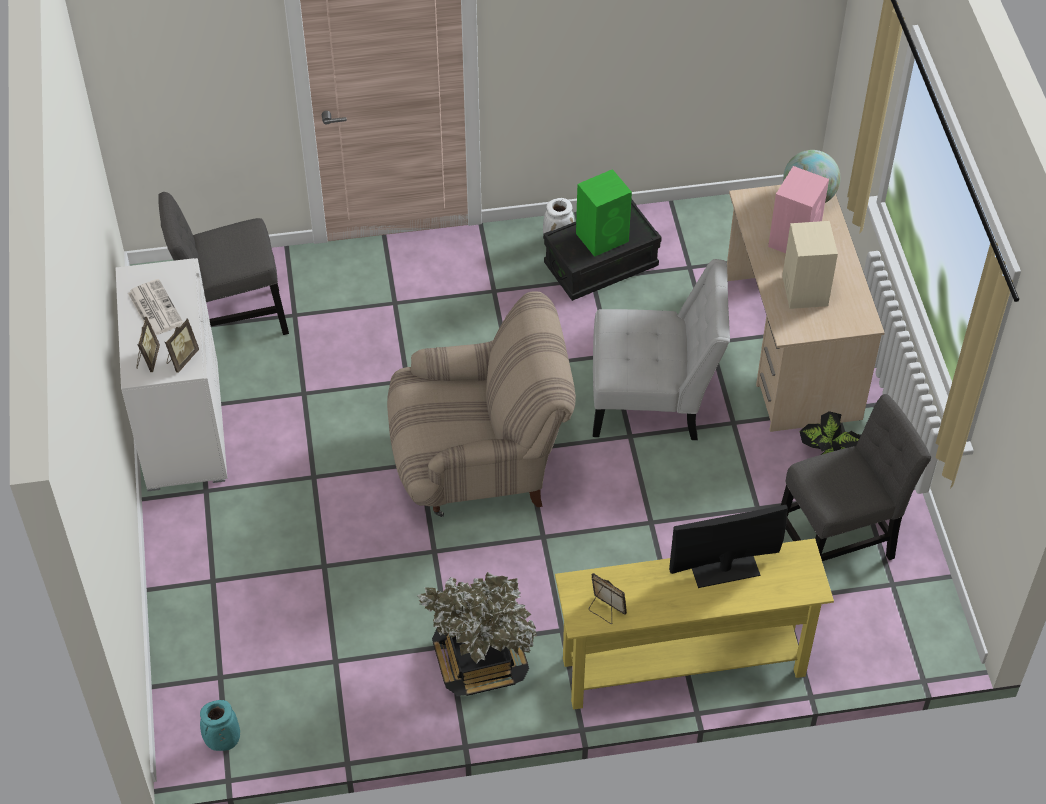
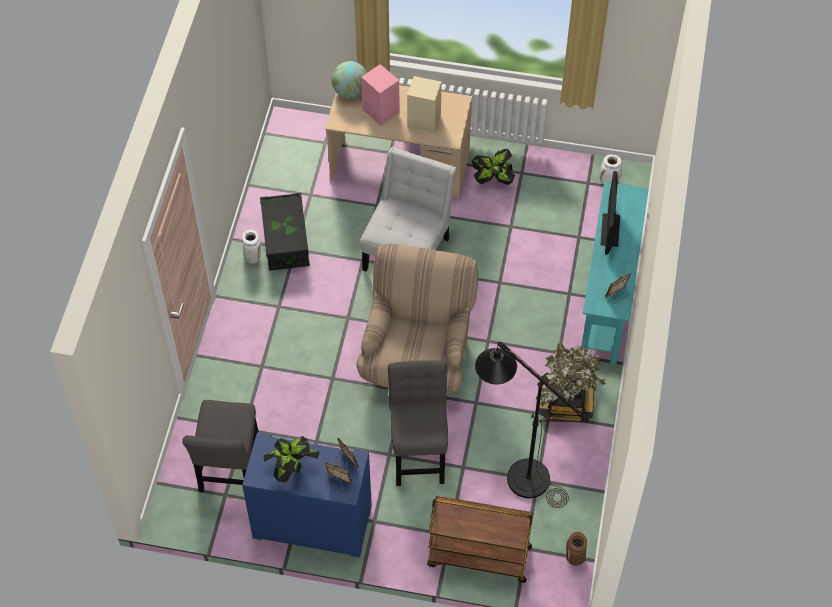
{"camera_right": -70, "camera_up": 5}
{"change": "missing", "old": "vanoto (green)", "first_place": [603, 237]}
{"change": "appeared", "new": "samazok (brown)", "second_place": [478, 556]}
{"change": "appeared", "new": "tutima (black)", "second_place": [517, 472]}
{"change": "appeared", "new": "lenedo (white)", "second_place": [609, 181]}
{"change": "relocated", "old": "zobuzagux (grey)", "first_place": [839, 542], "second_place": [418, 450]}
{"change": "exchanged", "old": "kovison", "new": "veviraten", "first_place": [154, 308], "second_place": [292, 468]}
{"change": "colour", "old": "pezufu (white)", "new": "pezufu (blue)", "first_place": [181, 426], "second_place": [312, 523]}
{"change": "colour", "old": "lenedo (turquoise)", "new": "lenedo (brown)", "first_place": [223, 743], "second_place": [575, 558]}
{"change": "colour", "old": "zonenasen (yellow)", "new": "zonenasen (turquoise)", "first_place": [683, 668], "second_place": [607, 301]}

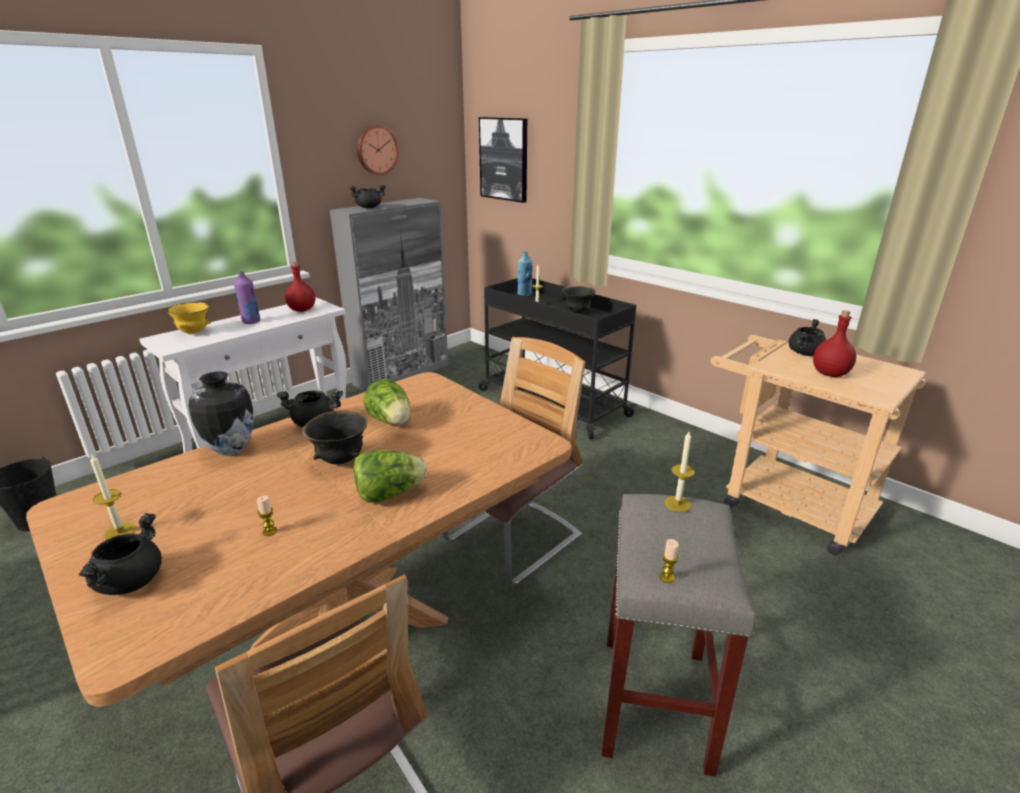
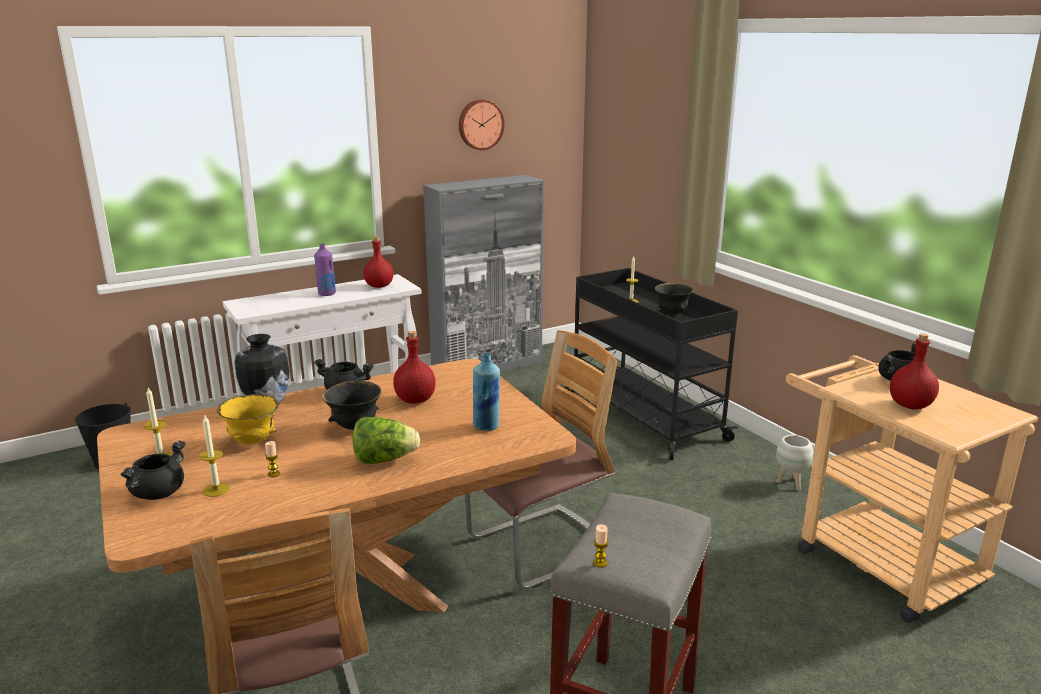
{"camera_right": 15, "camera_up": -5}
{"change": "missing", "old": "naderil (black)", "first_place": [369, 207]}
{"change": "missing", "old": "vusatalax", "first_place": [504, 159]}
{"change": "appeared", "new": "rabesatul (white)", "second_place": [790, 483]}
{"change": "relocated", "old": "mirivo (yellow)", "first_place": [194, 333], "second_place": [252, 442]}
{"change": "relocated", "old": "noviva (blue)", "first_place": [524, 294], "second_place": [486, 426]}
{"change": "relocated", "old": "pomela", "first_place": [677, 504], "second_place": [216, 489]}
{"change": "exchanged", "old": "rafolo", "new": "noviva (red)", "first_place": [391, 421], "second_place": [415, 400]}

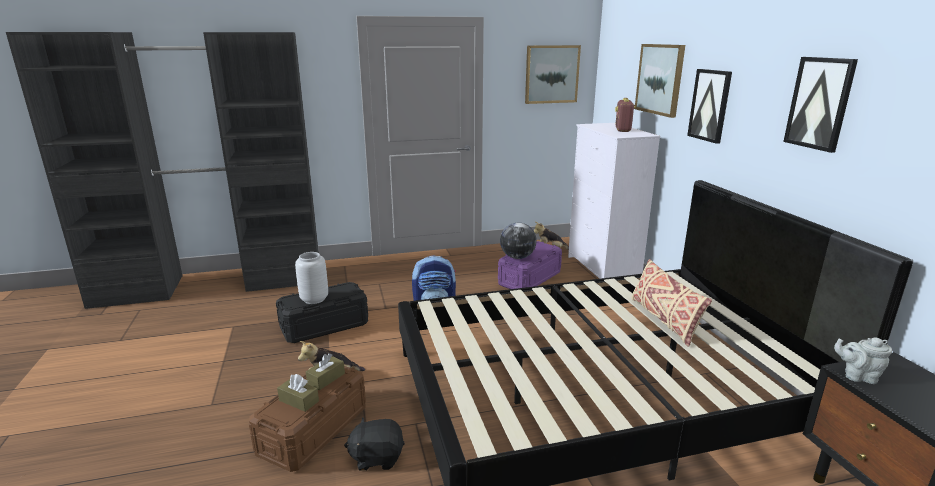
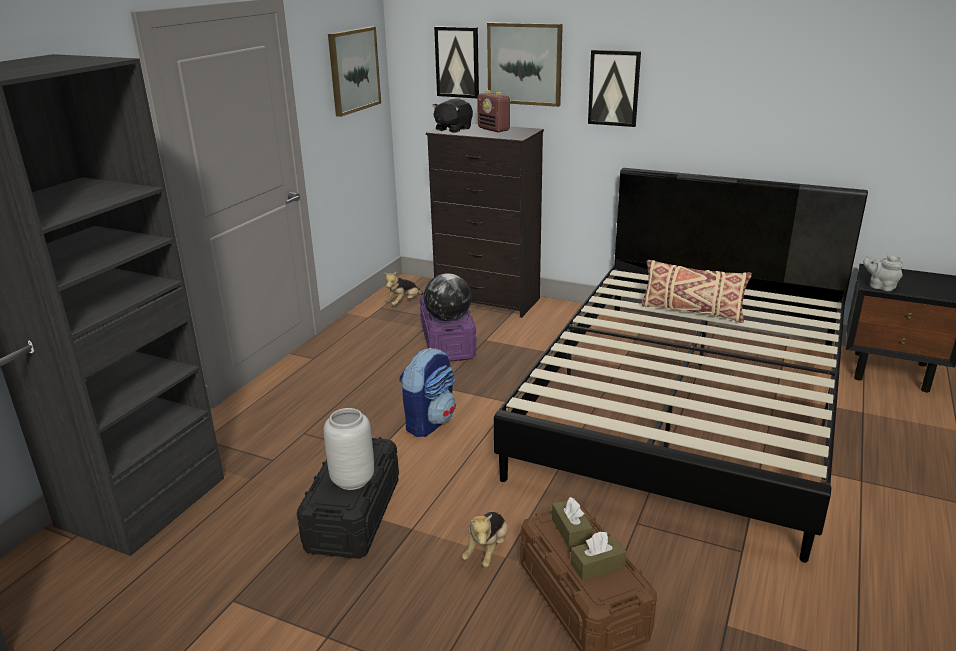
{"camera_right": -50, "camera_up": 5}
{"change": "relocated", "old": "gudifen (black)", "first_place": [377, 457], "second_place": [453, 129]}
{"change": "relocated", "old": "vusatalax", "first_place": [820, 103], "second_place": [457, 62]}
{"change": "colour", "old": "pezufu (white)", "new": "pezufu (black)", "first_place": [602, 269], "second_place": [488, 301]}
{"change": "spun", "old": "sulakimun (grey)", "first_place": [857, 376], "second_place": [880, 286], "degrees": 75}

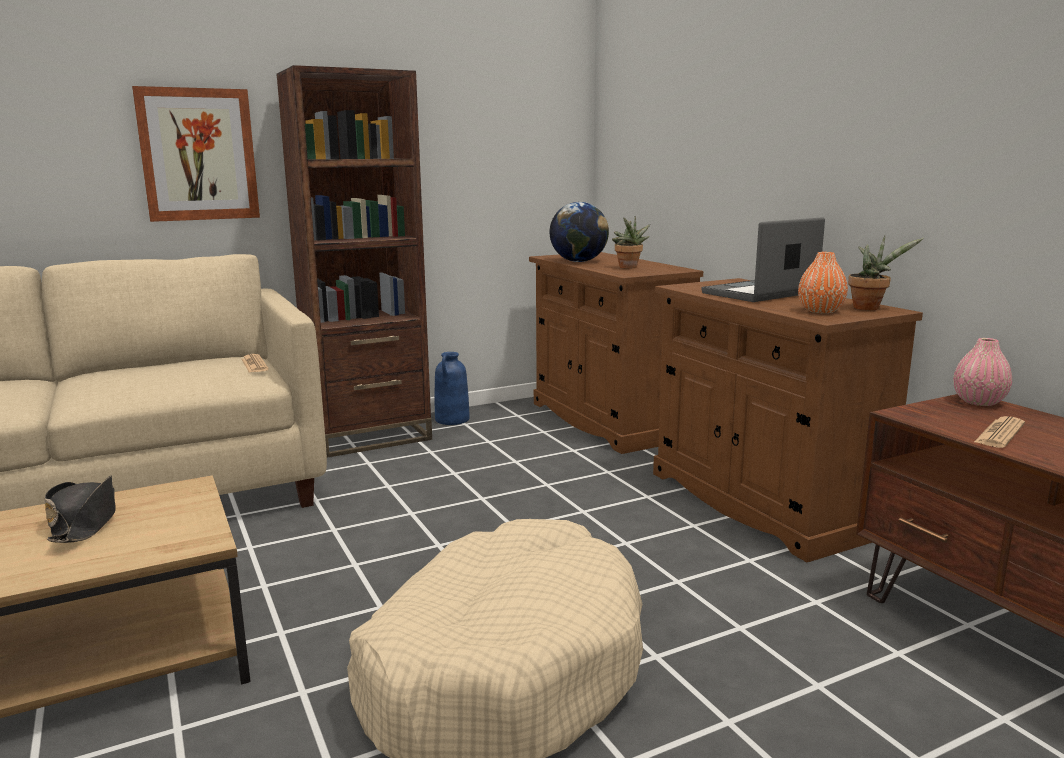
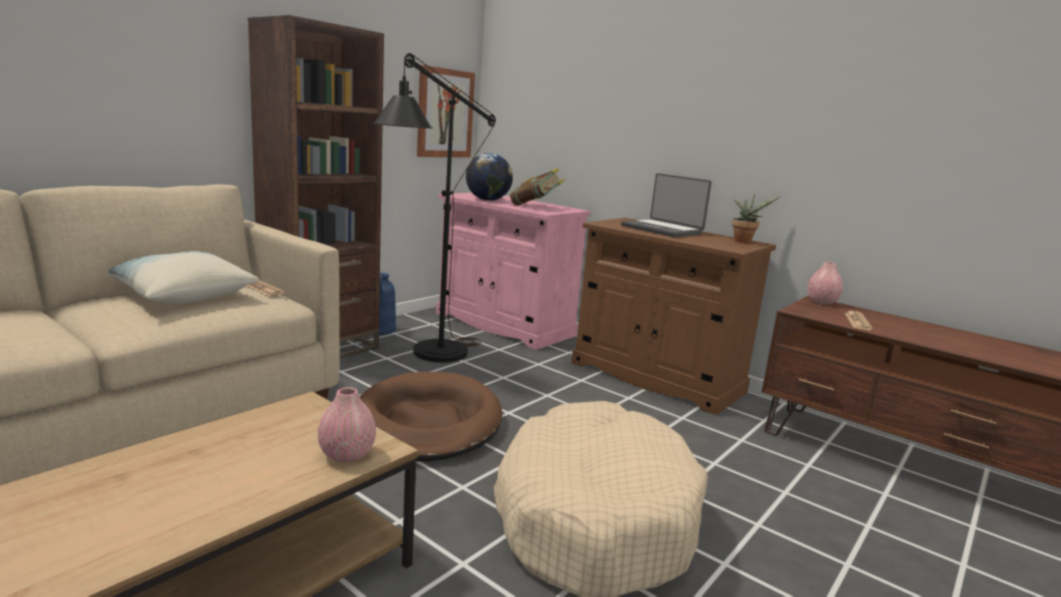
{"camera_right": -25, "camera_up": 0}
{"change": "missing", "old": "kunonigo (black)", "first_place": [85, 522]}
{"change": "missing", "old": "lenedo (orange)", "first_place": [820, 311]}
{"change": "appeared", "new": "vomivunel", "second_place": [182, 295]}
{"change": "appeared", "new": "lenedo (pink)", "second_place": [347, 455]}
{"change": "appeared", "new": "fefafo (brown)", "second_place": [427, 422]}
{"change": "appeared", "new": "tutima (black)", "second_place": [429, 356]}
{"change": "relocated", "old": "vusatalax", "first_place": [198, 155], "second_place": [444, 113]}
{"change": "exchanged", "old": "veviraten", "new": "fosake", "first_place": [629, 267], "second_place": [535, 207]}
{"change": "colour", "old": "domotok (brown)", "new": "domotok (pink)", "first_place": [607, 420], "second_place": [504, 324]}
{"change": "spun", "old": "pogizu", "first_place": [761, 293], "second_place": [662, 230], "degrees": -75}

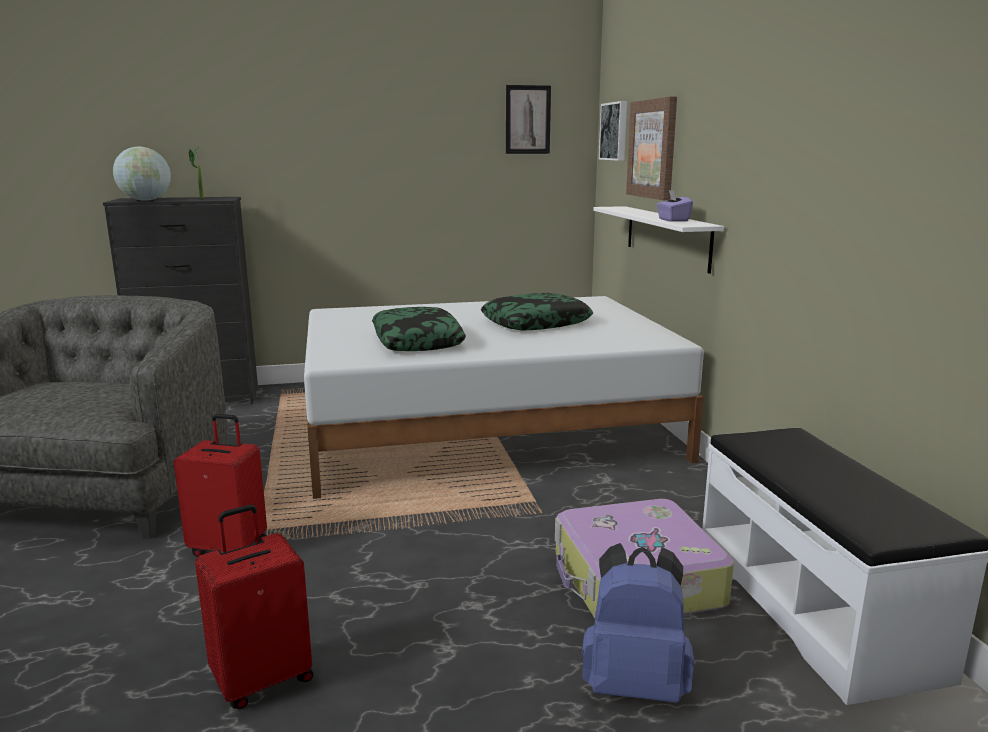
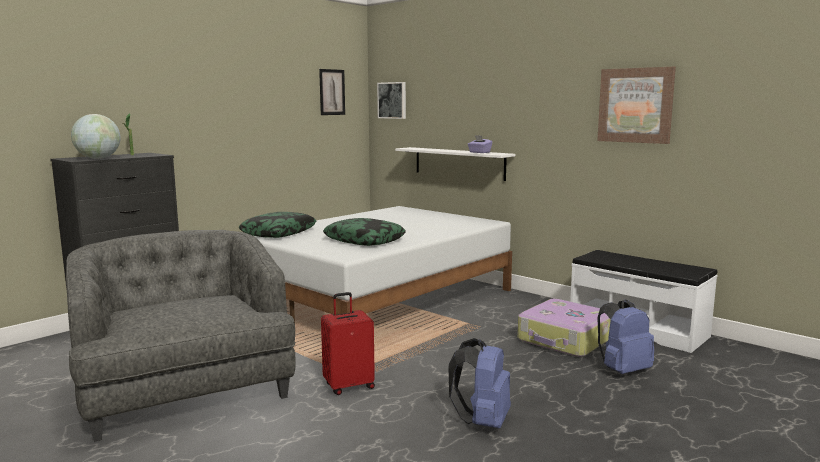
{"camera_right": -35, "camera_up": -5}
{"change": "relocated", "old": "vomivunel", "first_place": [536, 323], "second_place": [279, 232]}
{"change": "relocated", "old": "vusatalax", "first_place": [653, 149], "second_place": [635, 105]}
{"change": "exchanged", "old": "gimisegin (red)", "new": "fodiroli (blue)", "first_place": [262, 679], "second_place": [482, 421]}

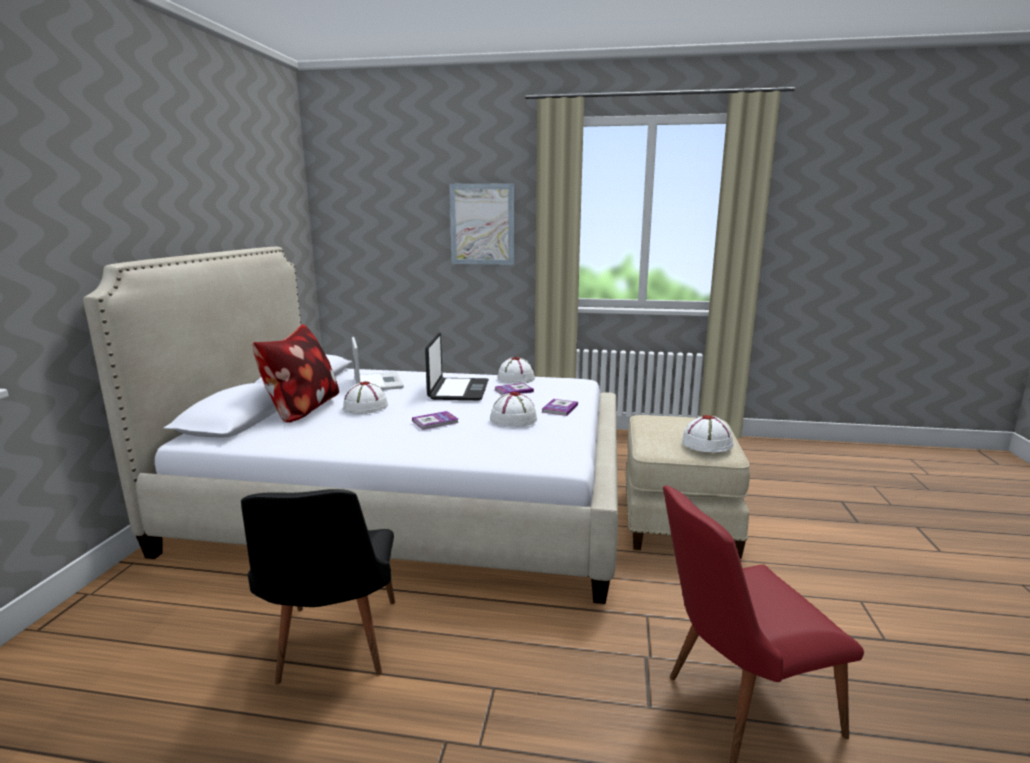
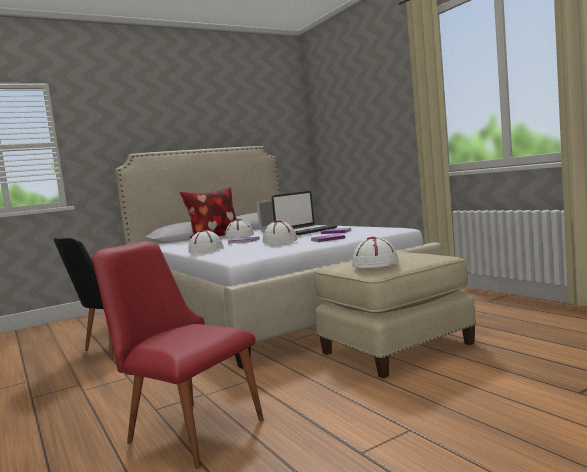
{"camera_right": 50, "camera_up": -10}
{"change": "missing", "old": "vusatalax", "first_place": [482, 224]}
{"change": "relocated", "old": "kunonigo (white)", "first_place": [515, 378], "second_place": [206, 250]}

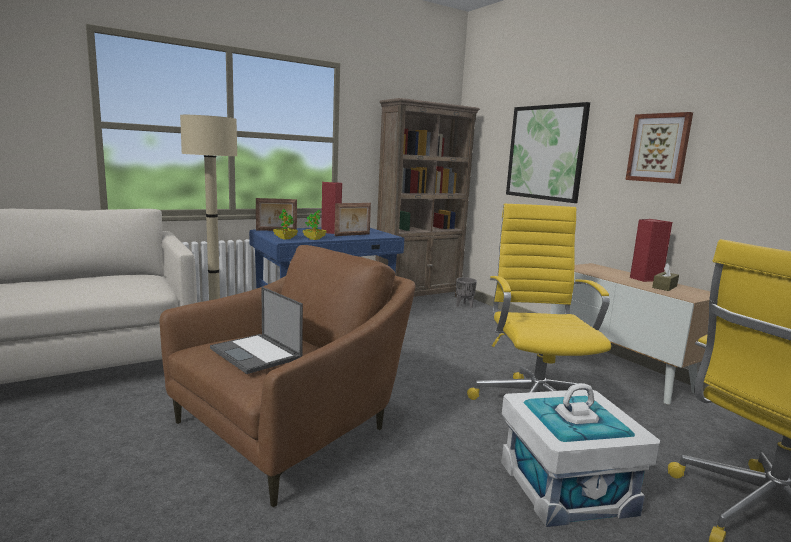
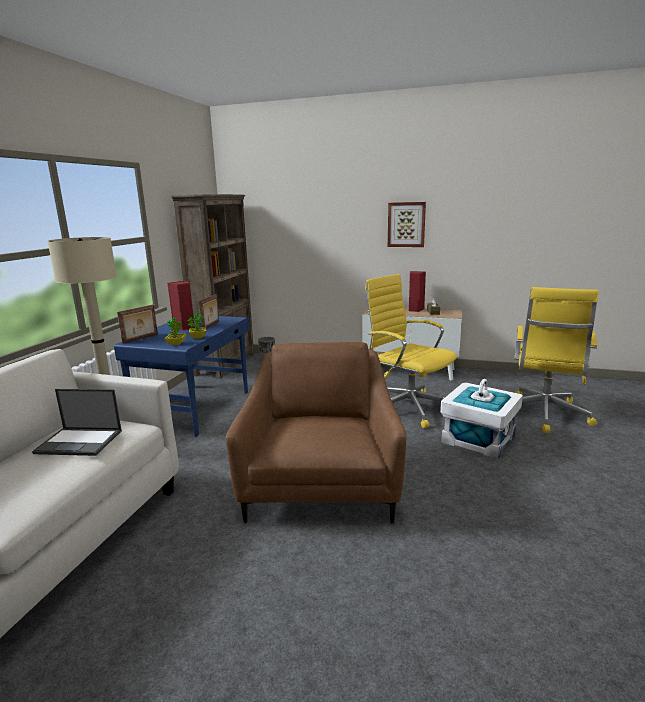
{"camera_right": -40, "camera_up": 5}
{"change": "missing", "old": "vusatalax", "first_place": [545, 152]}
{"change": "relocated", "old": "pogizu", "first_place": [257, 354], "second_place": [80, 442]}

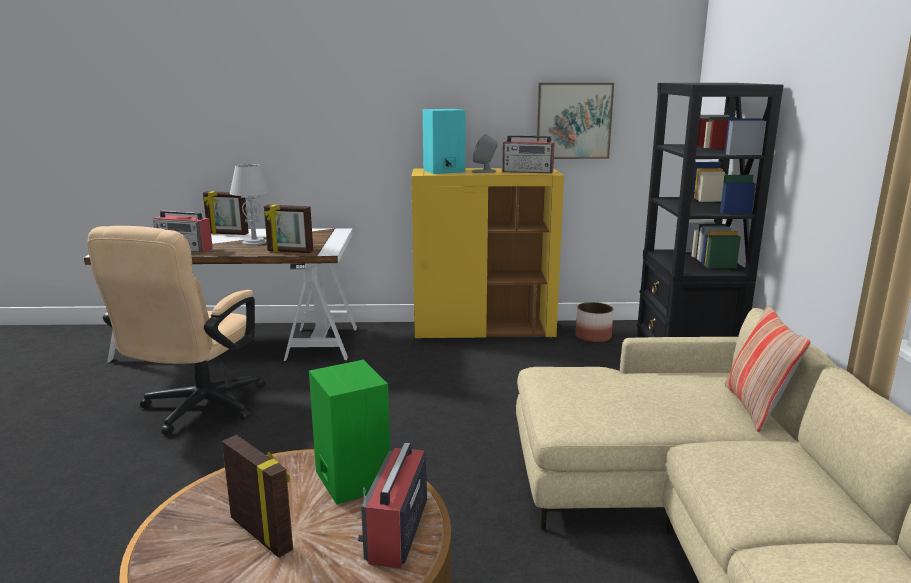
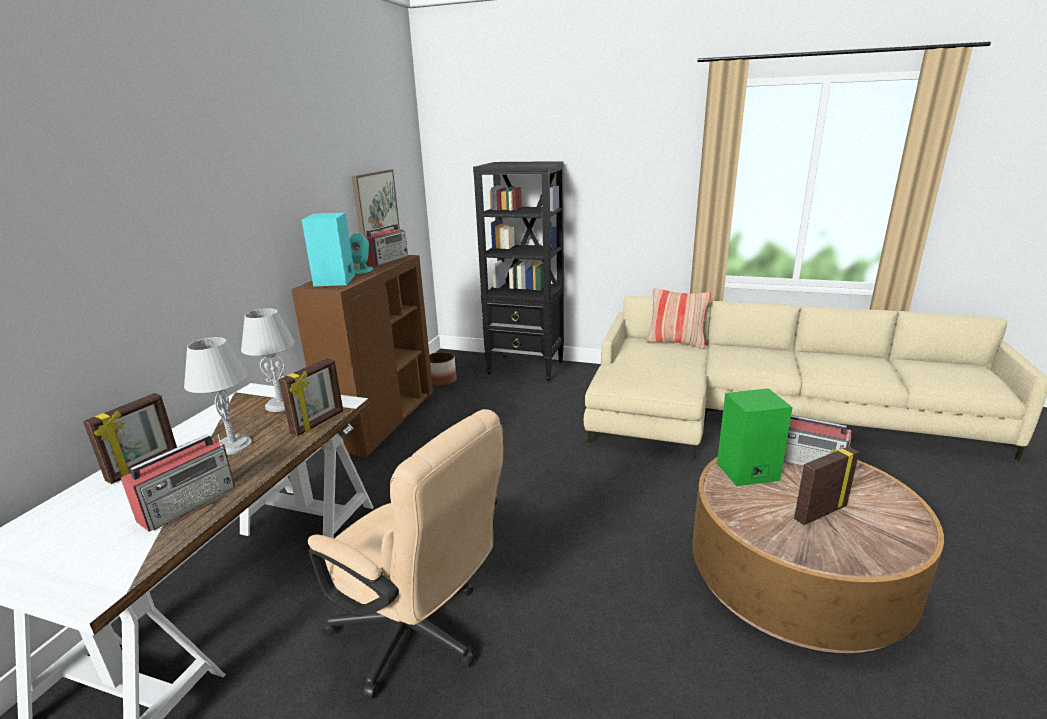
{"camera_right": -70, "camera_up": 5}
{"change": "appeared", "new": "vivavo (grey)", "second_place": [280, 405]}
{"change": "colour", "old": "domotok (yellow)", "new": "domotok (brown)", "first_place": [484, 331], "second_place": [382, 421]}
{"change": "colour", "old": "vanoto (grey)", "new": "vanoto (turquoise)", "first_place": [484, 171], "second_place": [362, 270]}

